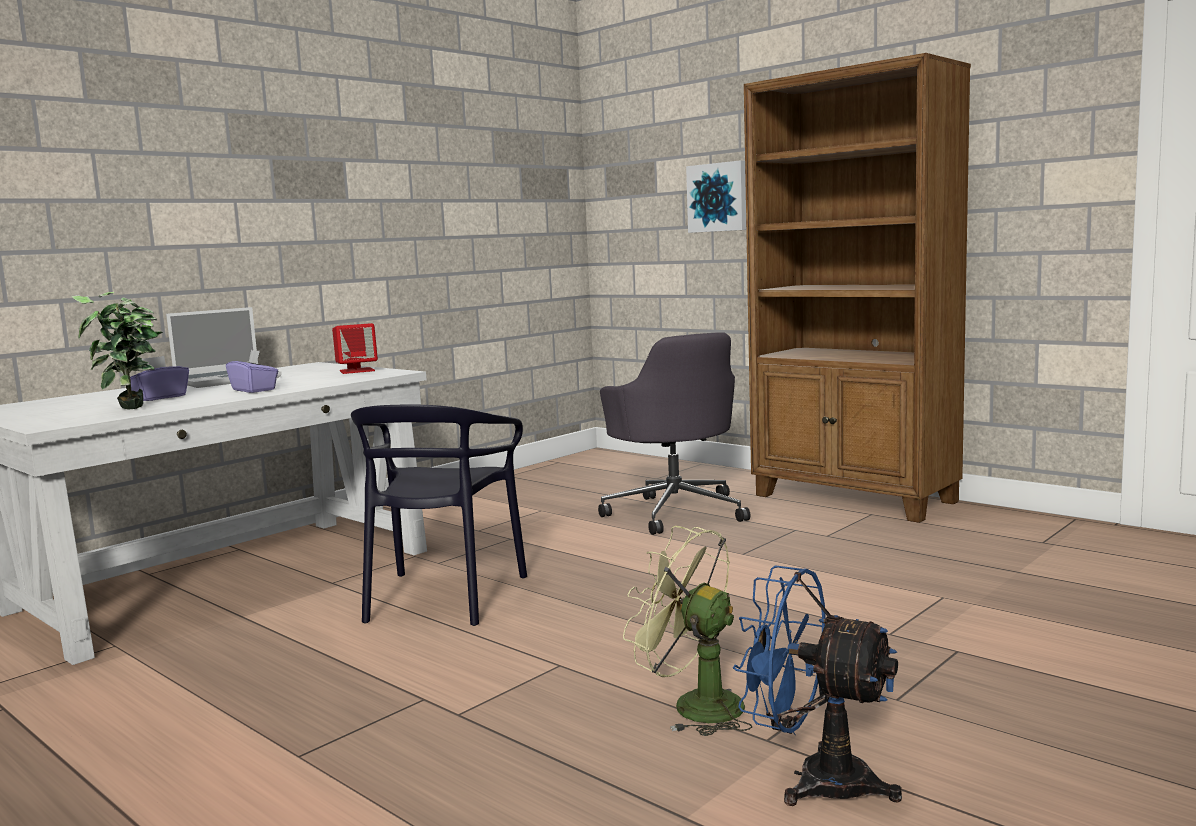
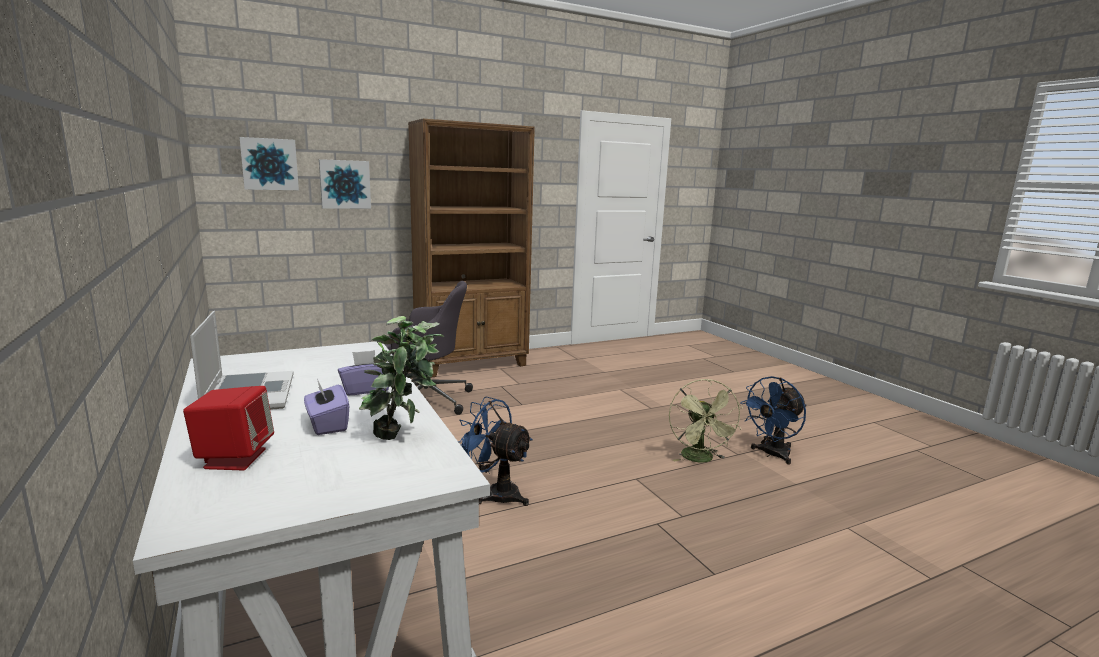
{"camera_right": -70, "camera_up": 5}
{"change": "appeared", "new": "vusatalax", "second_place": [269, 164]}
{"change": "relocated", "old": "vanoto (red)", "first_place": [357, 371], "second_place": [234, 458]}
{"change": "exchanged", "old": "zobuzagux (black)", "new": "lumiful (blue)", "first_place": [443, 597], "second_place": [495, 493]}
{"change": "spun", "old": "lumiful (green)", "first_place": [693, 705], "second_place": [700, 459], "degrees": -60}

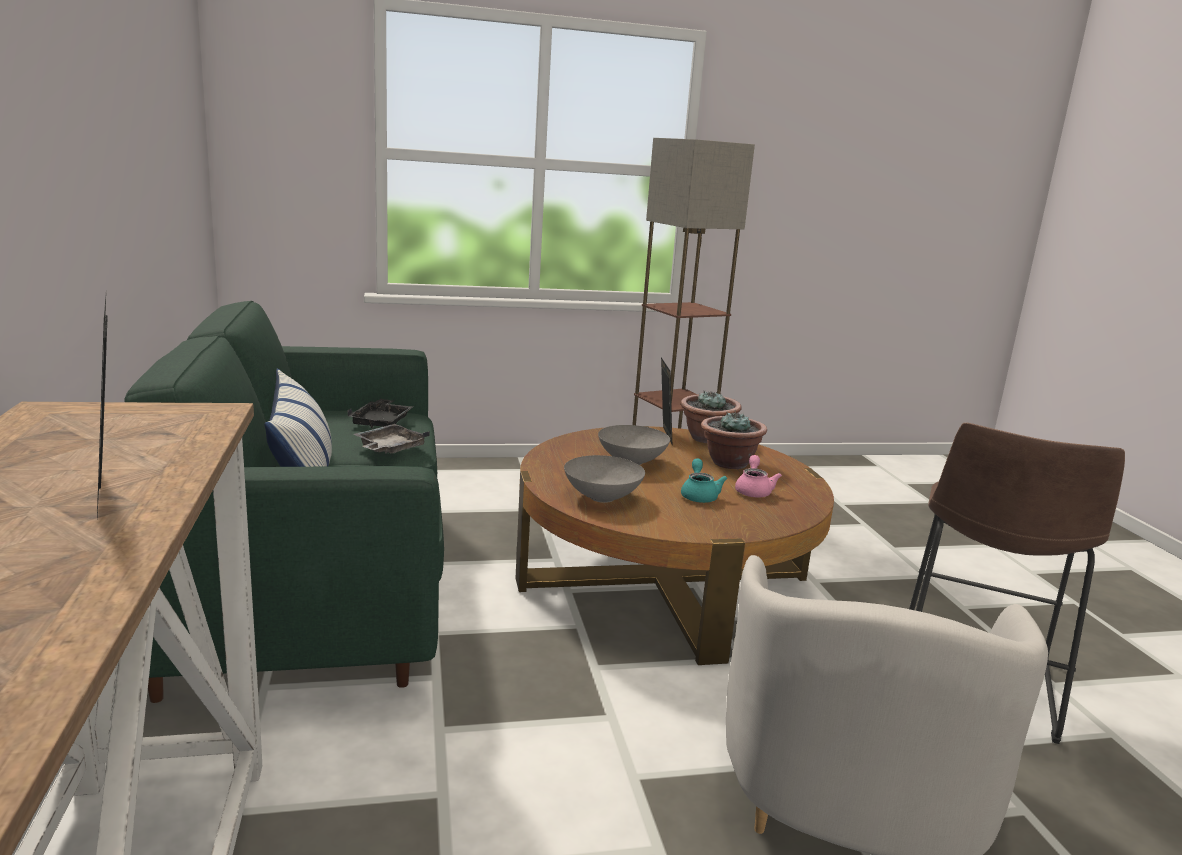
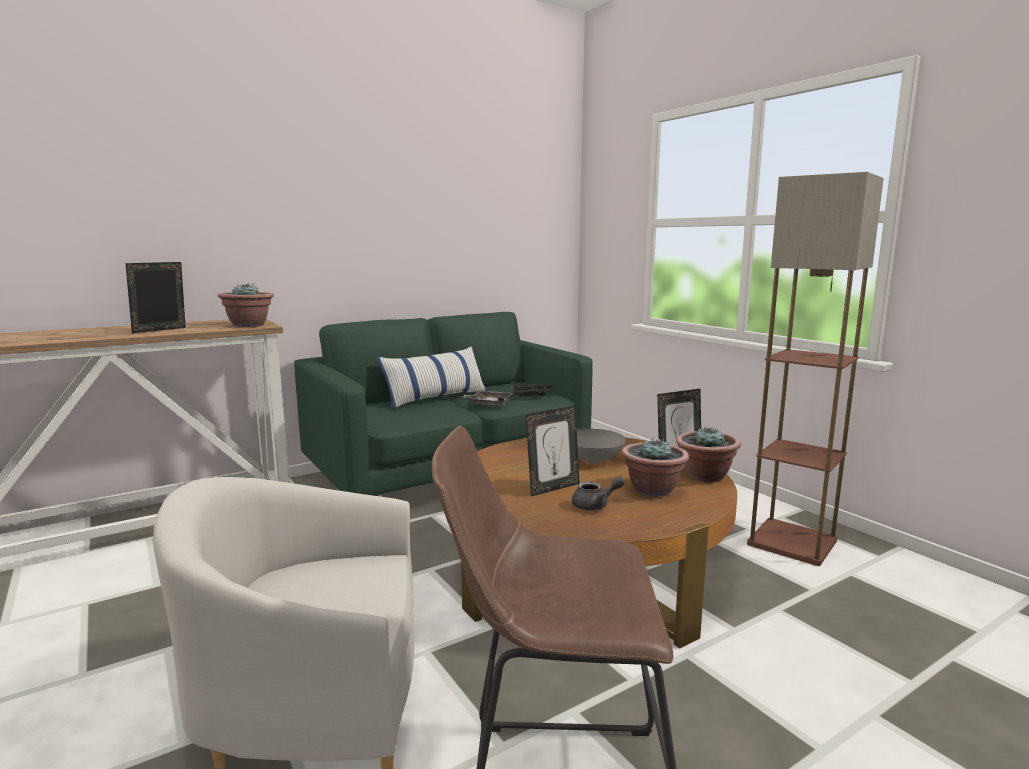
{"camera_right": 70, "camera_up": -5}
{"change": "missing", "old": "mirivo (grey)", "first_place": [603, 498]}
{"change": "appeared", "new": "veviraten", "second_place": [249, 325]}
{"change": "exchanged", "old": "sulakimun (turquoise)", "new": "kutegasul", "first_place": [699, 495], "second_place": [552, 488]}
{"change": "colour", "old": "sulakimun (pink)", "new": "sulakimun (grey)", "first_place": [753, 490], "second_place": [595, 505]}

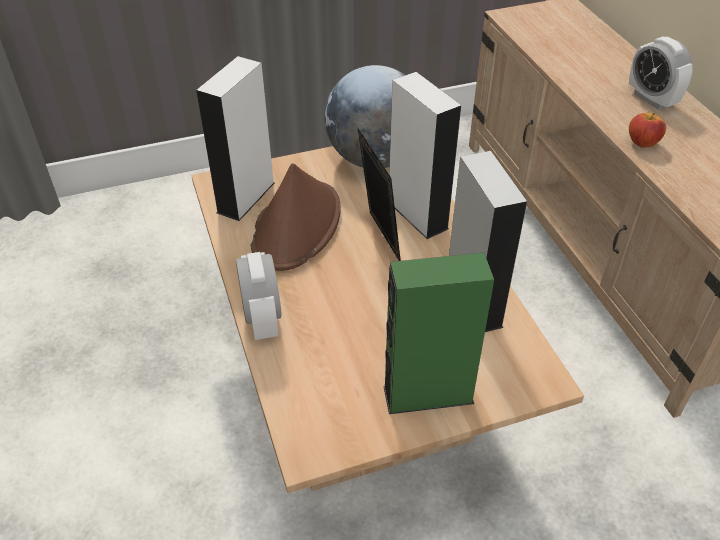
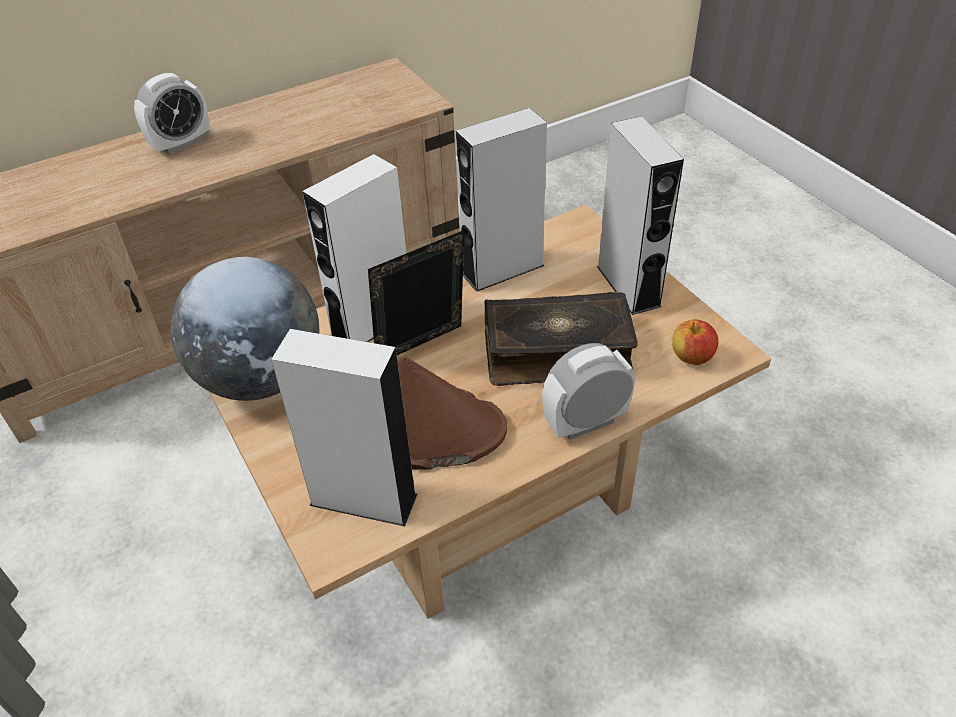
{"camera_right": -100, "camera_up": 0}
{"change": "appeared", "new": "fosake", "second_place": [557, 352]}
{"change": "relocated", "old": "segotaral", "first_place": [642, 143], "second_place": [691, 357]}
{"change": "colour", "old": "vanoto (green)", "new": "vanoto (grey)", "first_place": [428, 395], "second_place": [628, 286]}

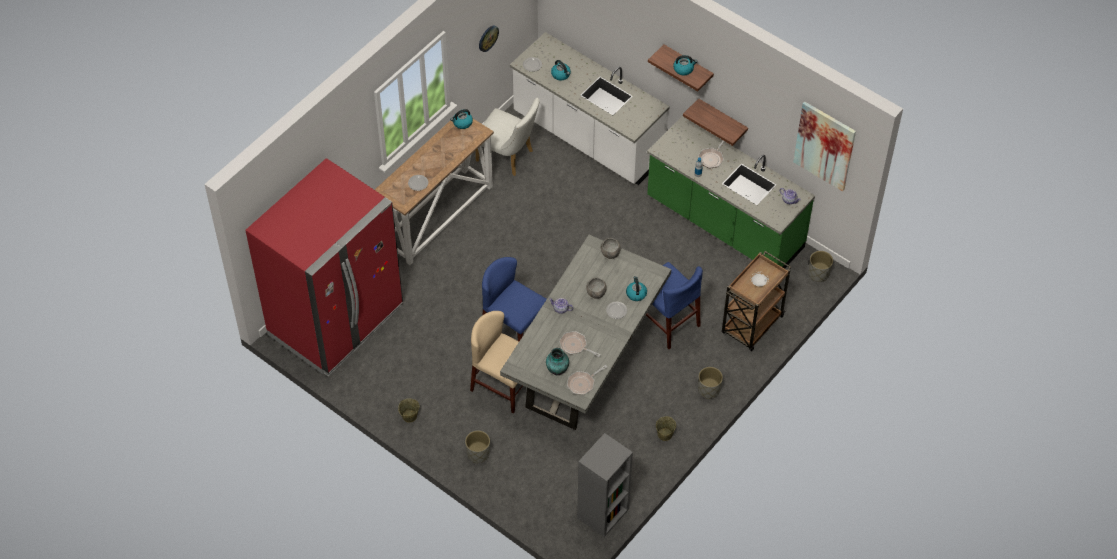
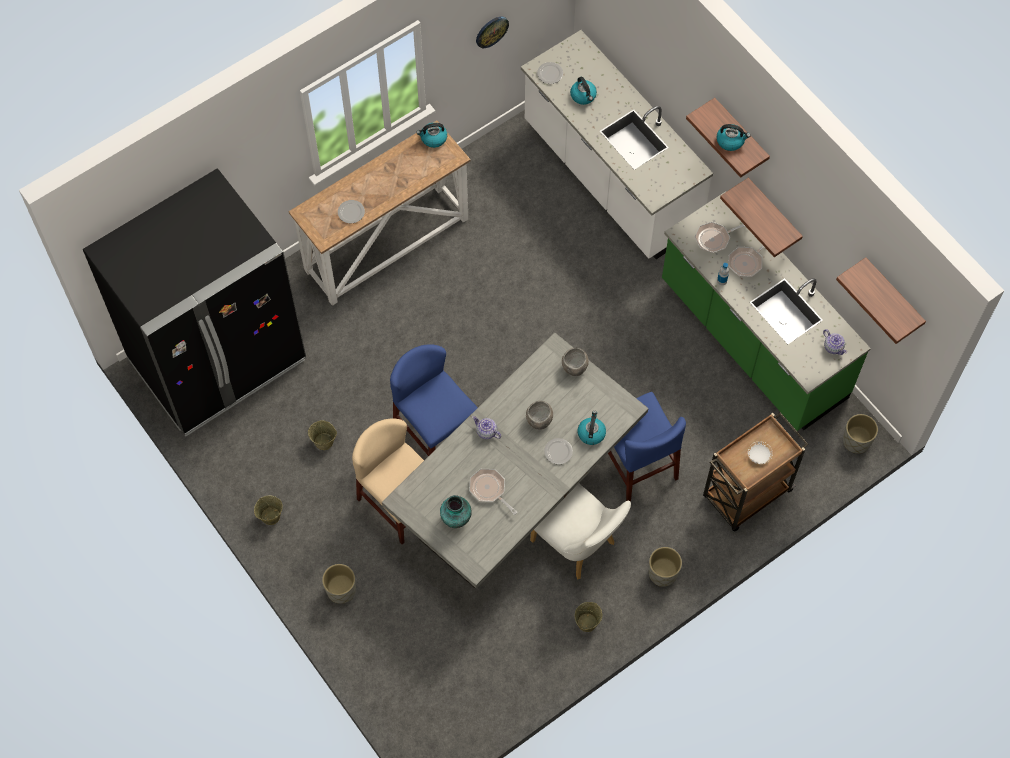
{"camera_right": 15, "camera_up": 10}
{"change": "missing", "old": "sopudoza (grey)", "first_place": [603, 514]}
{"change": "appeared", "new": "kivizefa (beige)", "second_place": [324, 441]}
{"change": "relocated", "old": "zobuzagux (white)", "first_place": [508, 157], "second_place": [578, 545]}
{"change": "relocated", "old": "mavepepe", "first_place": [583, 383], "second_place": [715, 238]}
{"change": "exchanged", "old": "vusatalax", "new": "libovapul", "first_place": [824, 145], "second_place": [892, 296]}
{"change": "colour", "old": "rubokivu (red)", "new": "rubokivu (black)", "first_place": [336, 321], "second_place": [218, 361]}

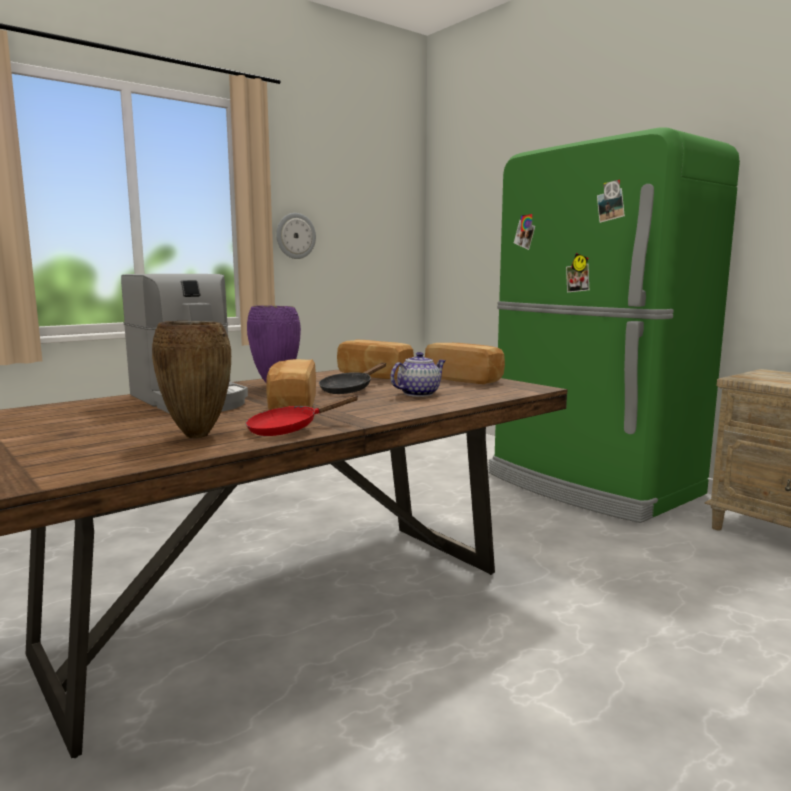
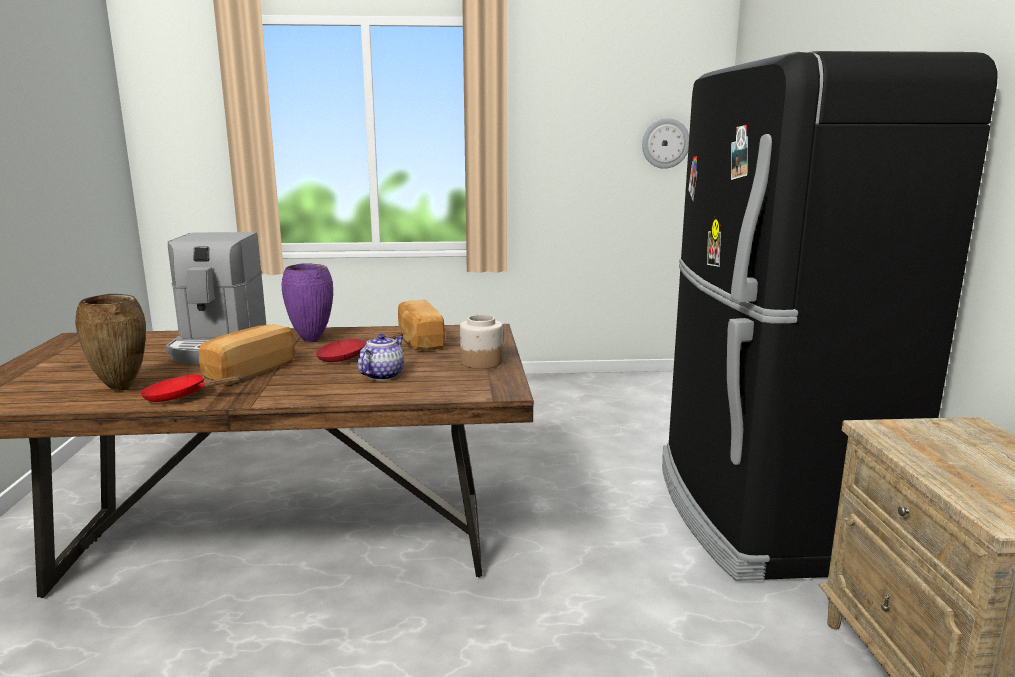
{"camera_right": 35, "camera_up": 5}
{"change": "relocated", "old": "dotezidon", "first_place": [295, 236], "second_place": [665, 143]}
{"change": "exchanged", "old": "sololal", "new": "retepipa", "first_place": [464, 379], "second_place": [481, 362]}
{"change": "colour", "old": "mavepepe (black)", "new": "mavepepe (red)", "first_place": [349, 389], "second_place": [348, 357]}
{"change": "colour", "old": "rubokivu (green)", "new": "rubokivu (black)", "first_place": [591, 485], "second_place": [764, 512]}
{"change": "spun", "old": "sulakimun", "first_place": [419, 394], "second_place": [382, 375], "degrees": -60}

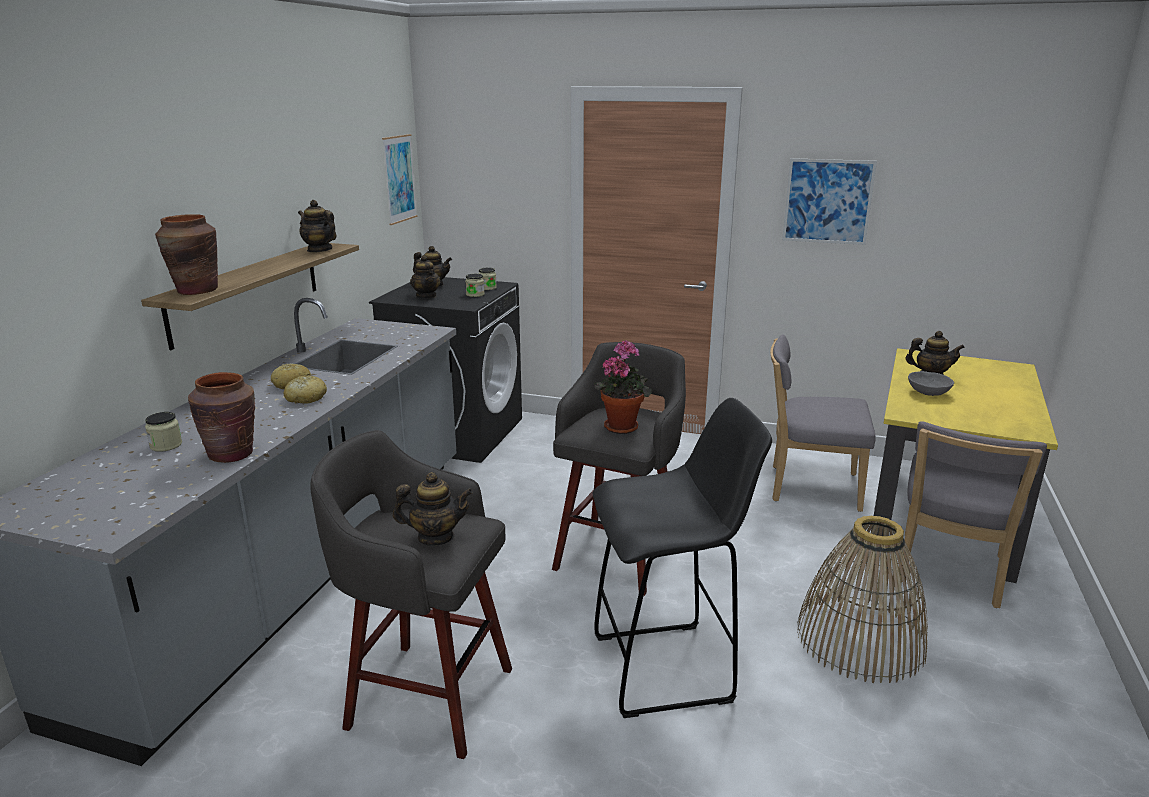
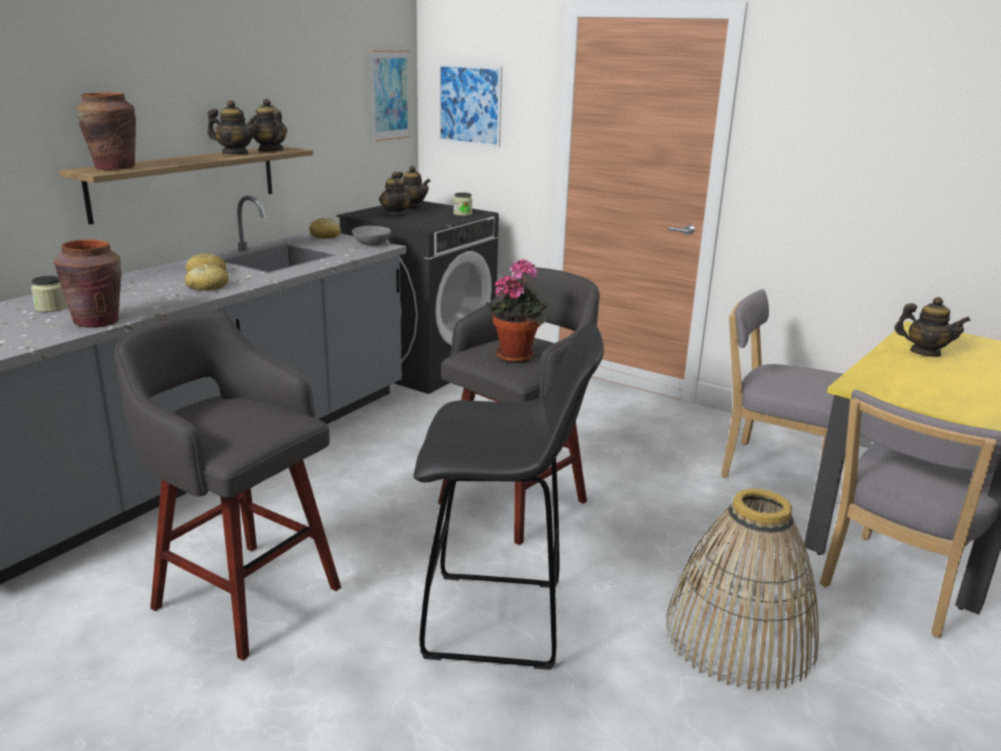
{"camera_right": 15, "camera_up": 0}
{"change": "missing", "old": "retepipa", "first_place": [475, 294]}
{"change": "appeared", "new": "sololal", "second_place": [325, 236]}
{"change": "relocated", "old": "sulakimun", "first_place": [435, 537], "second_place": [235, 154]}
{"change": "relocated", "old": "vusatalax", "first_place": [828, 201], "second_place": [469, 105]}
{"change": "relocated", "old": "mirivo (grey)", "first_place": [927, 393], "second_place": [371, 244]}

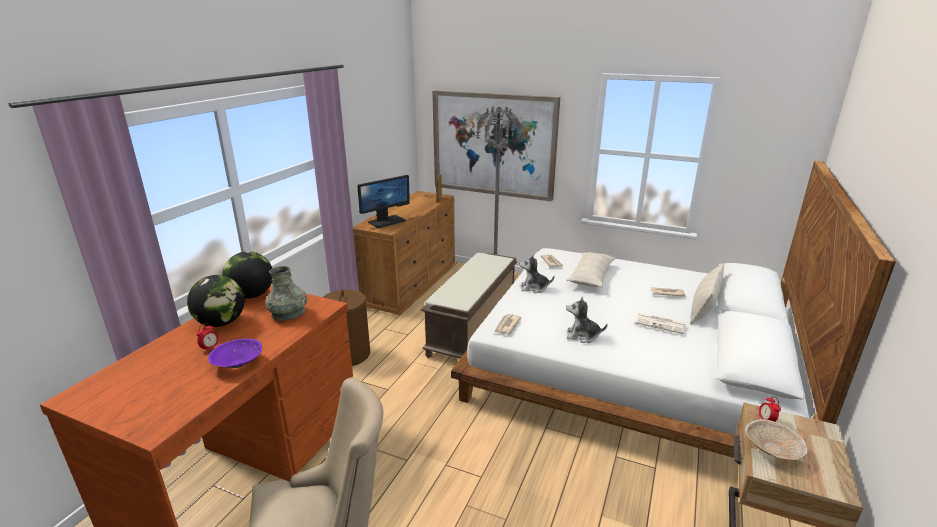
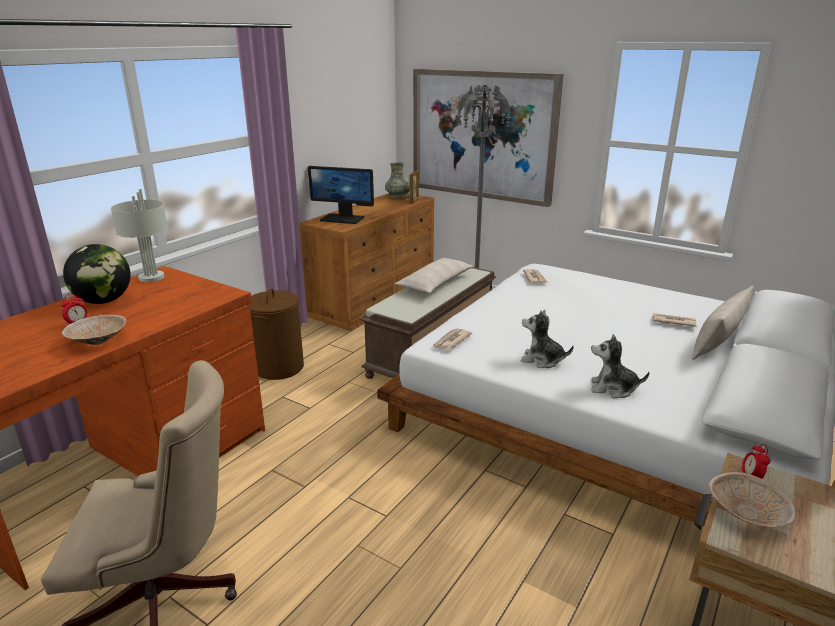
{"camera_right": 10, "camera_up": 0}
{"change": "missing", "old": "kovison", "first_place": [660, 323]}
{"change": "relocated", "old": "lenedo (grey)", "first_place": [288, 314], "second_place": [398, 196]}
{"change": "relocated", "old": "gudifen", "first_place": [534, 288], "second_place": [613, 389]}
{"change": "relocated", "old": "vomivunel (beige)", "first_place": [591, 276], "second_place": [435, 284]}
{"change": "exchanged", "old": "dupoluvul", "new": "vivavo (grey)", "first_place": [252, 295], "second_place": [151, 278]}
{"change": "colour", "old": "mirivo (purple)", "new": "mirivo (beige)", "first_place": [237, 363], "second_place": [98, 341]}
{"change": "spun", "old": "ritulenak", "first_place": [386, 221], "second_place": [342, 219], "degrees": 45}

